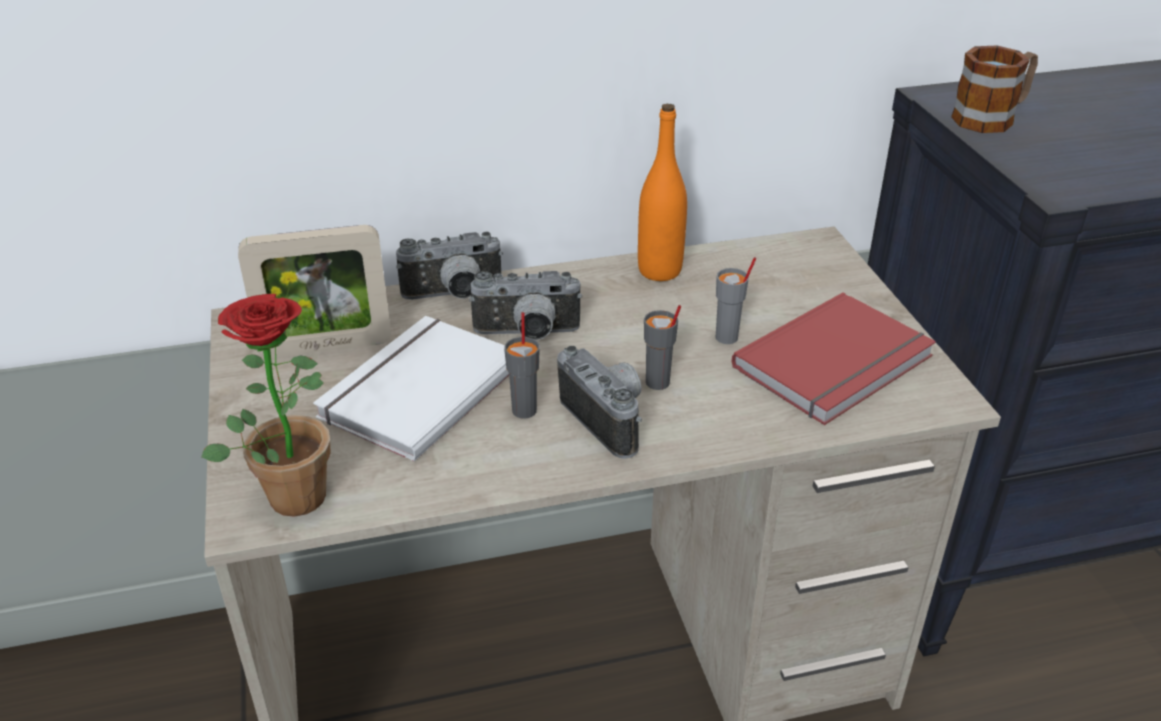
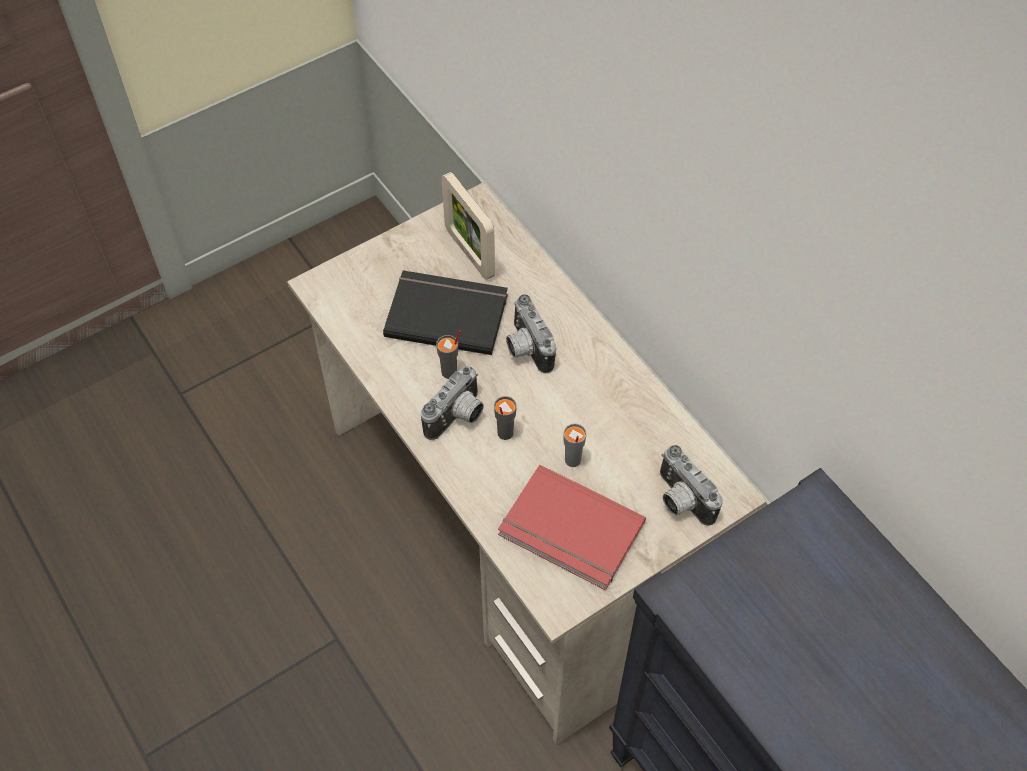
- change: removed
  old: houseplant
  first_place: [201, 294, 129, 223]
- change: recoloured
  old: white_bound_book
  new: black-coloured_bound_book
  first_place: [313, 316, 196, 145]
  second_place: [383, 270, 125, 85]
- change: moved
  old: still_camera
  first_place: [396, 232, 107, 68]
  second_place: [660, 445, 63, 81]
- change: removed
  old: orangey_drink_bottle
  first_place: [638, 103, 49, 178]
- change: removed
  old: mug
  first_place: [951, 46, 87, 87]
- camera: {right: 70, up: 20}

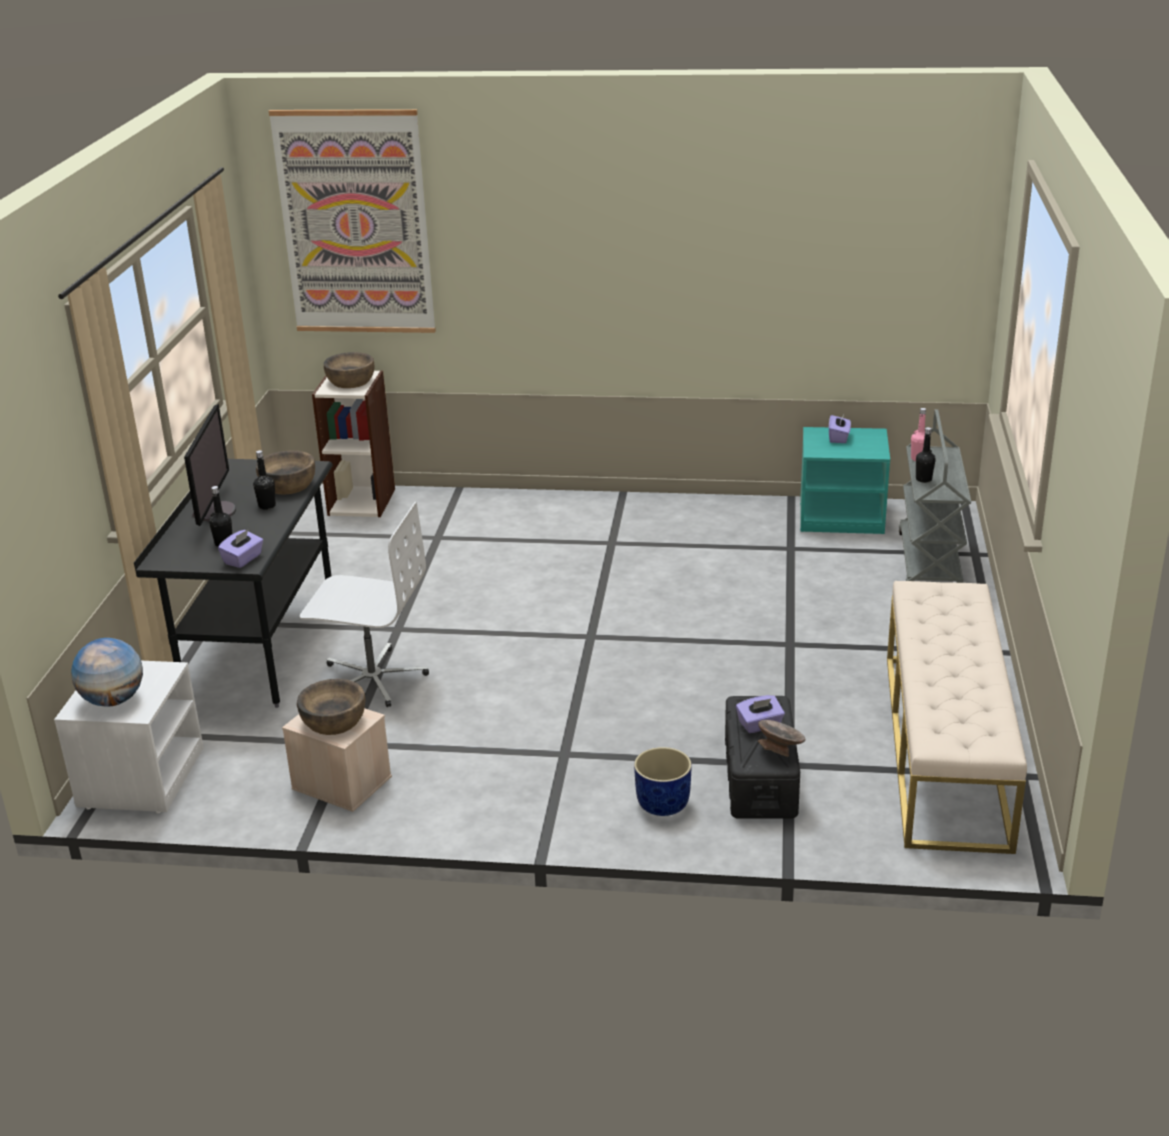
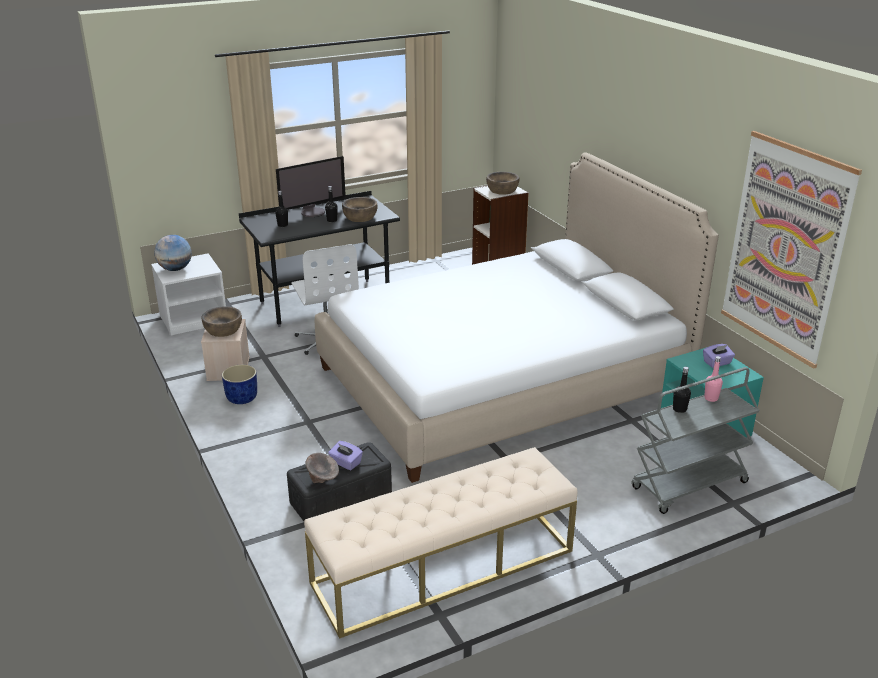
- change: removed
  old: purplish_box_of_tissues
  first_place: [218, 530, 45, 38]
- change: moved
  old: wall_art
  first_place: [269, 109, 167, 224]
  second_place: [721, 131, 141, 238]
- change: moved
  old: bluish_plant_pot
  first_place: [634, 747, 58, 69]
  second_place: [222, 365, 35, 39]
- change: added
  new: bedroom_bed
  second_place: [315, 152, 404, 331]
- camera: {right: 55, up: 0}

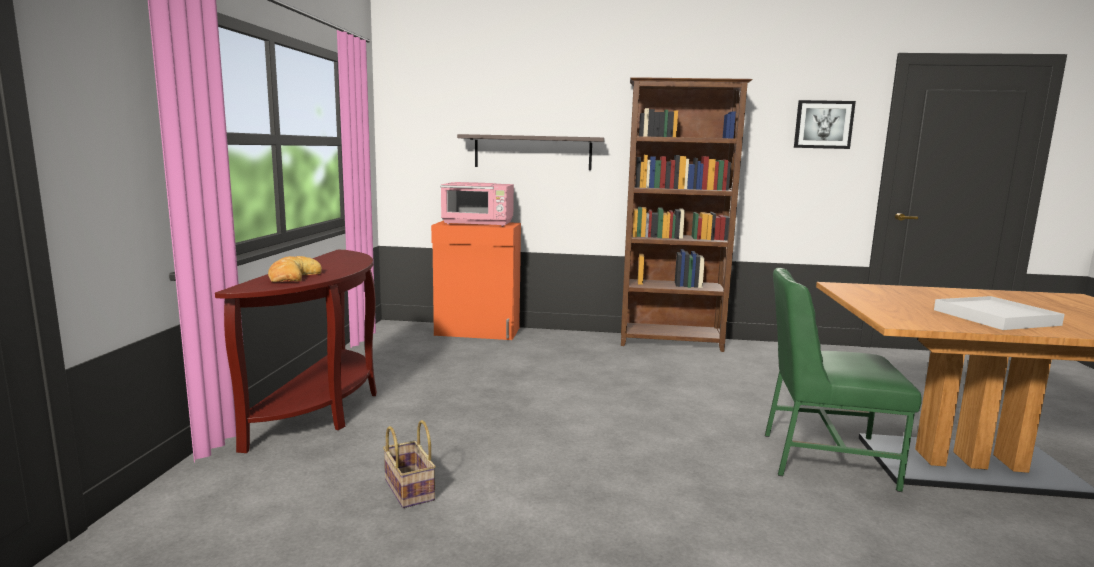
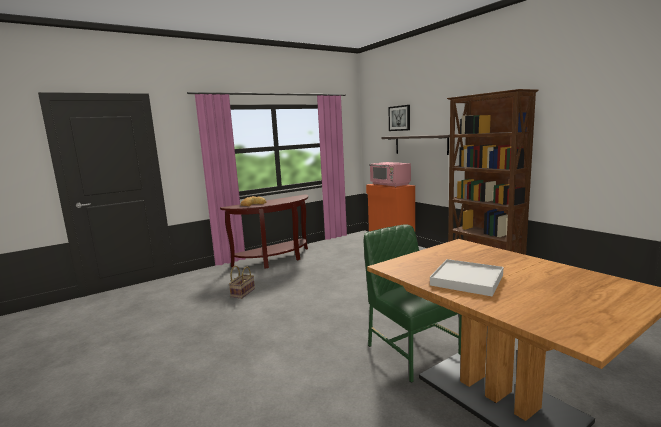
- change: moved
  old: wall_art
  first_place: [794, 100, 62, 49]
  second_place: [388, 105, 22, 26]
- camera: {right: 50, up: 0}

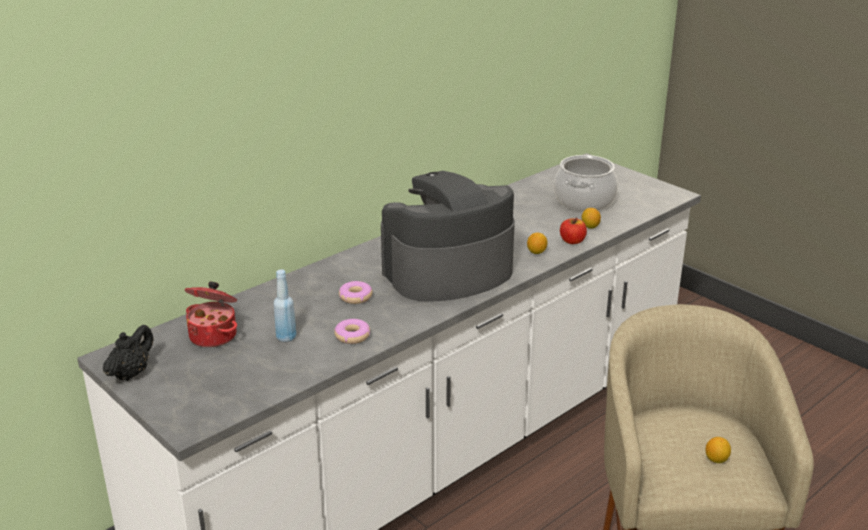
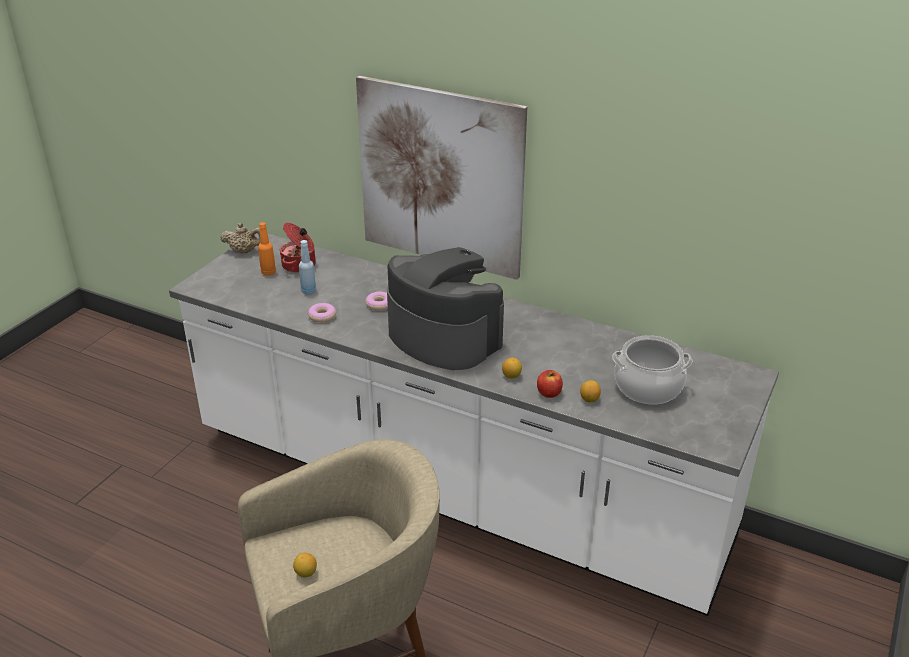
- change: recoloured
  old: black-coloured_teapot
  new: sand-coloured_teapot
  first_place: [103, 325, 50, 56]
  second_place: [220, 223, 41, 31]
- change: added
  new: orangey_drink_bottle
  second_place: [258, 222, 18, 54]
- change: added
  new: wall_art
  second_place: [356, 76, 171, 204]
- camera: {right: 70, up: 5}

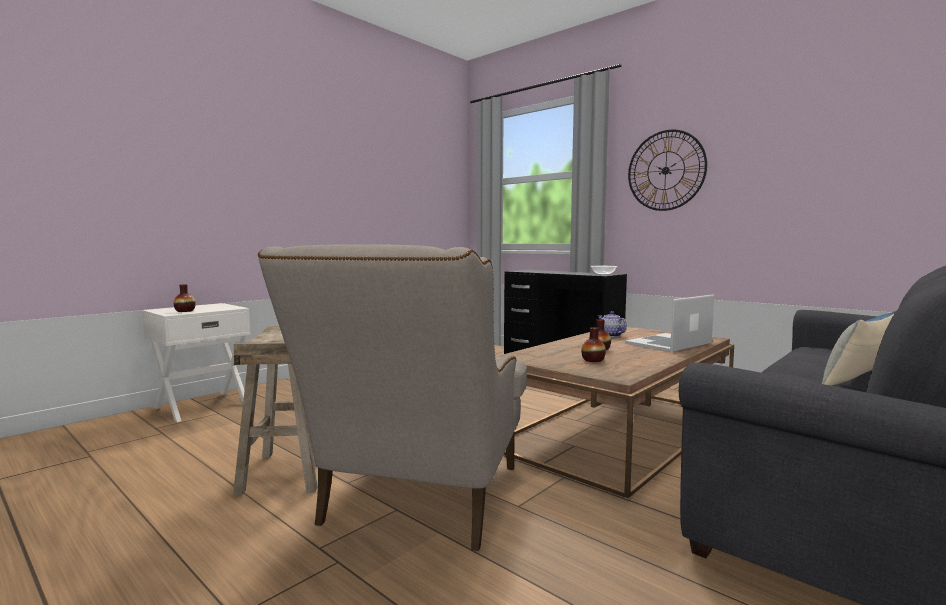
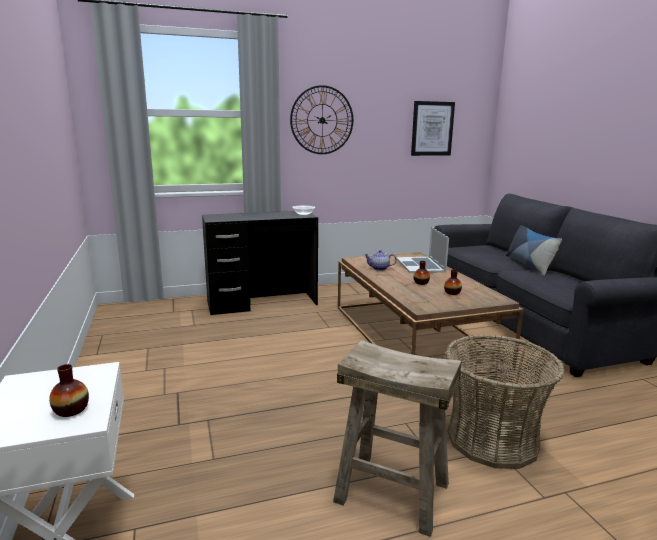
- change: replaced
  old: sand-coloured_armchair
  new: household_basket
  first_place: [258, 244, 269, 307]
  second_place: [445, 334, 120, 135]
- change: added
  new: wall_art
  second_place: [411, 101, 44, 55]
- camera: {right: -60, up: 10}

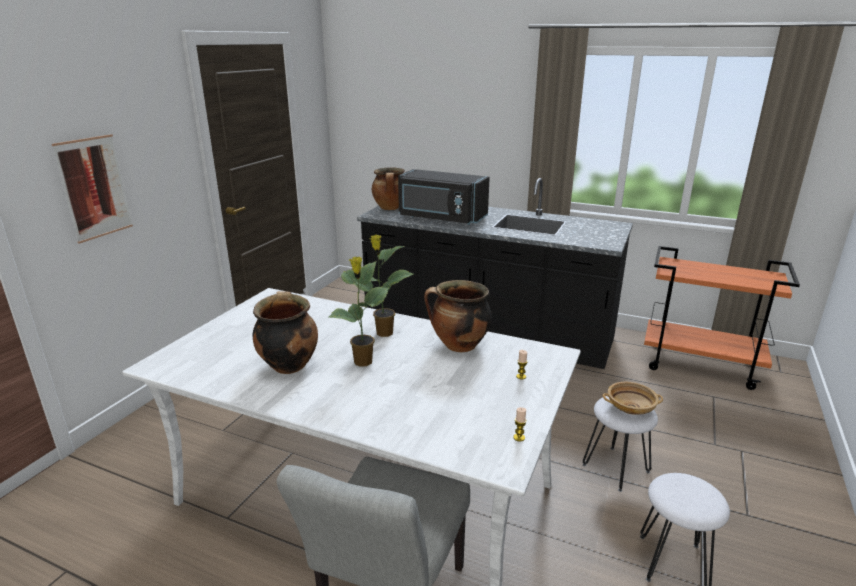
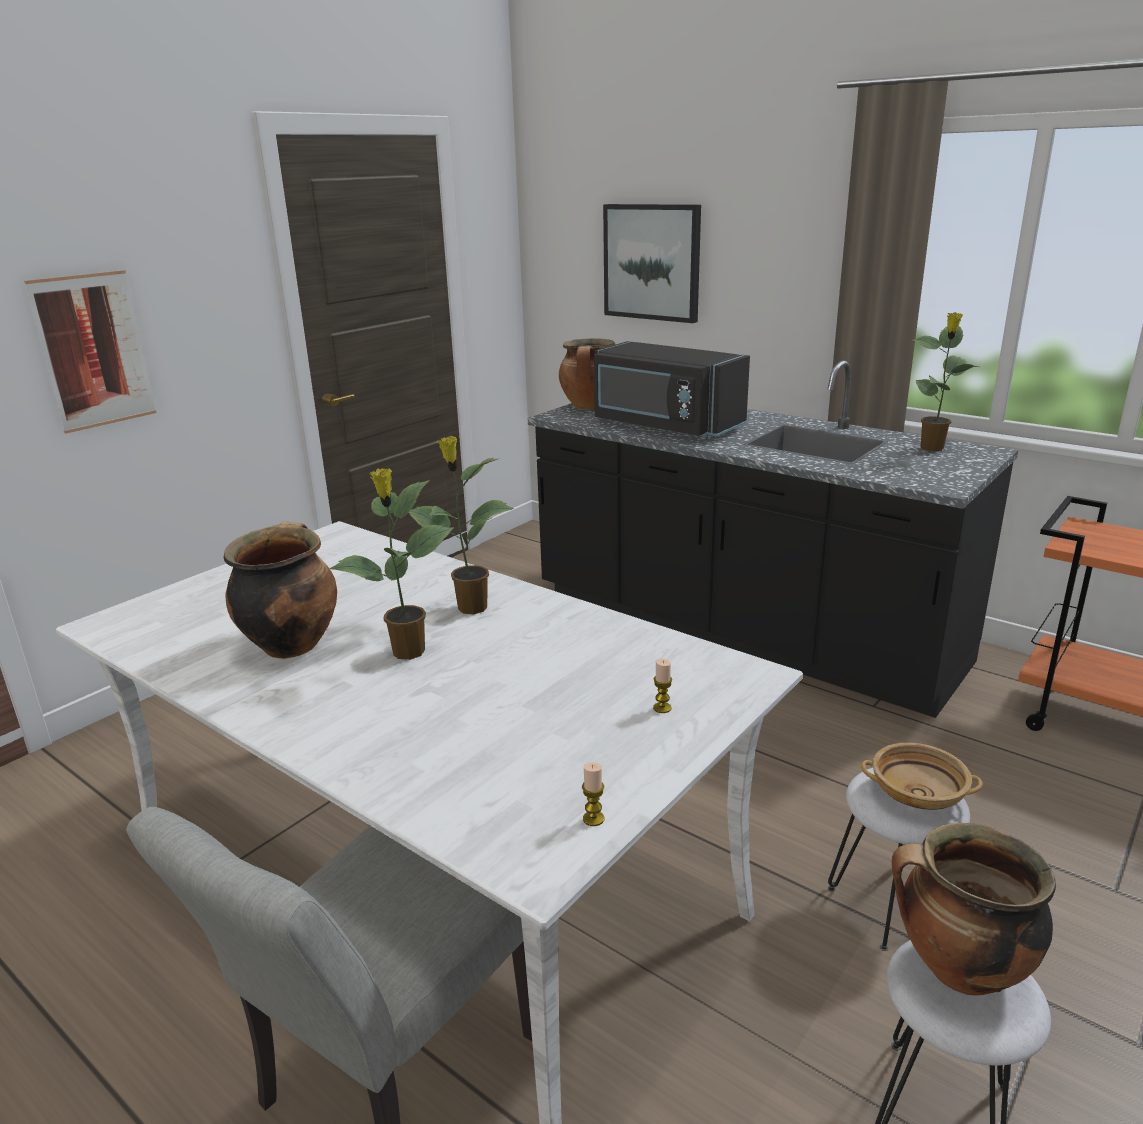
- change: moved
  old: stockpot
  first_place: [424, 280, 68, 72]
  second_place: [892, 823, 164, 173]
- change: added
  new: wall_art
  second_place: [603, 204, 98, 119]
- change: added
  new: houseplant
  second_place: [913, 312, 65, 139]
- camera: {right: 15, up: 0}

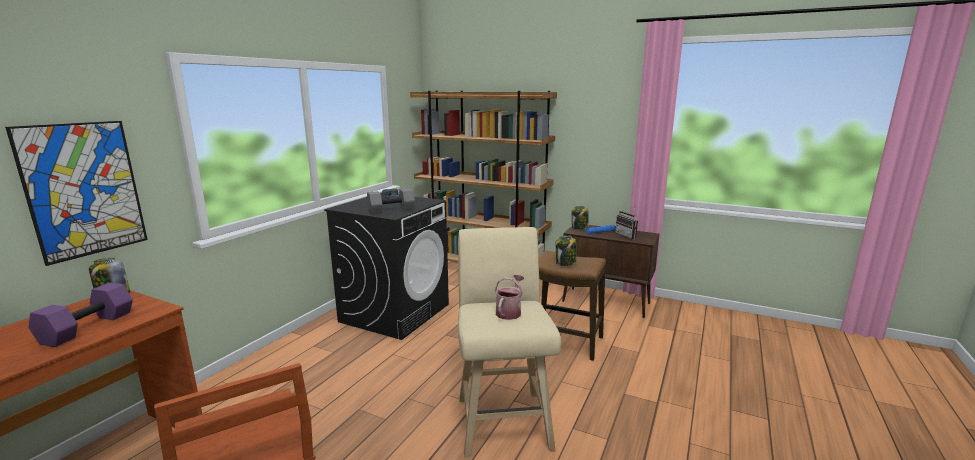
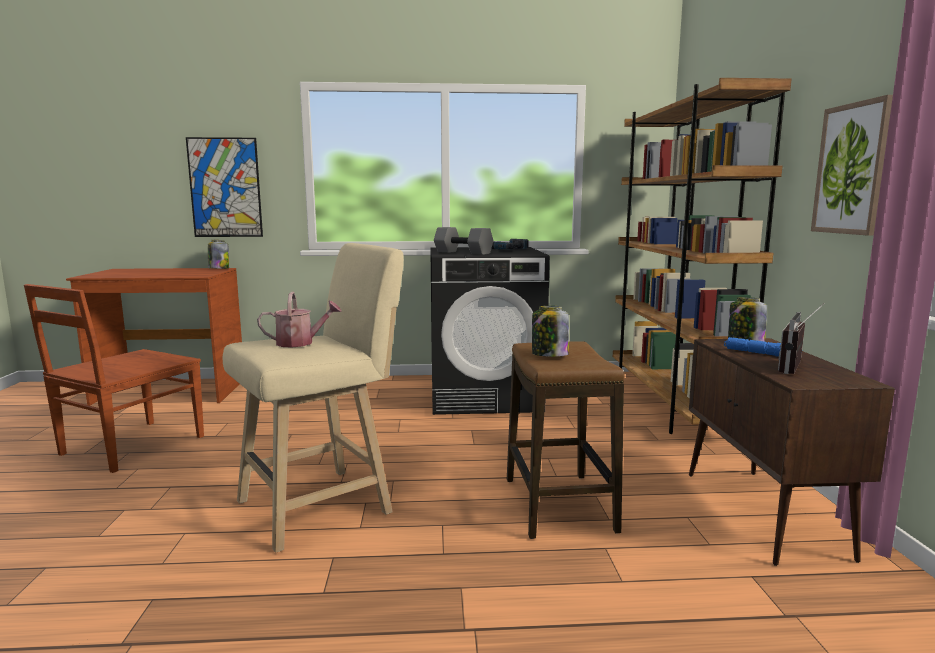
- change: removed
  old: purplish_hand_weight
  first_place: [29, 283, 104, 64]
- change: added
  new: wall_art
  second_place: [811, 95, 82, 141]
- camera: {right: 60, up: -5}

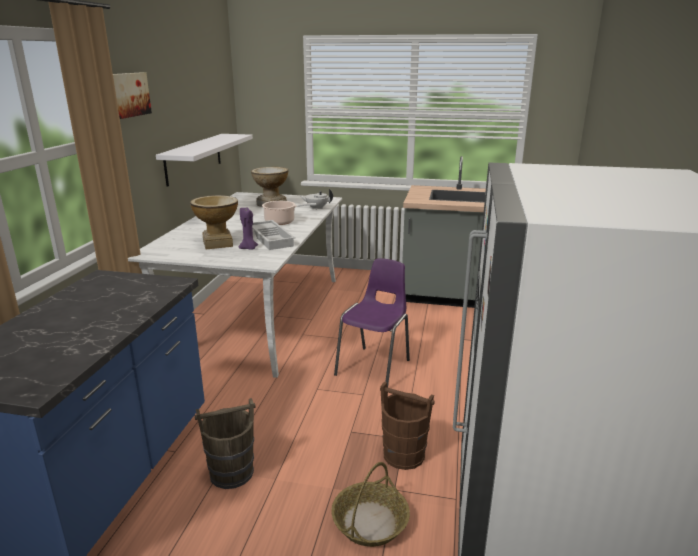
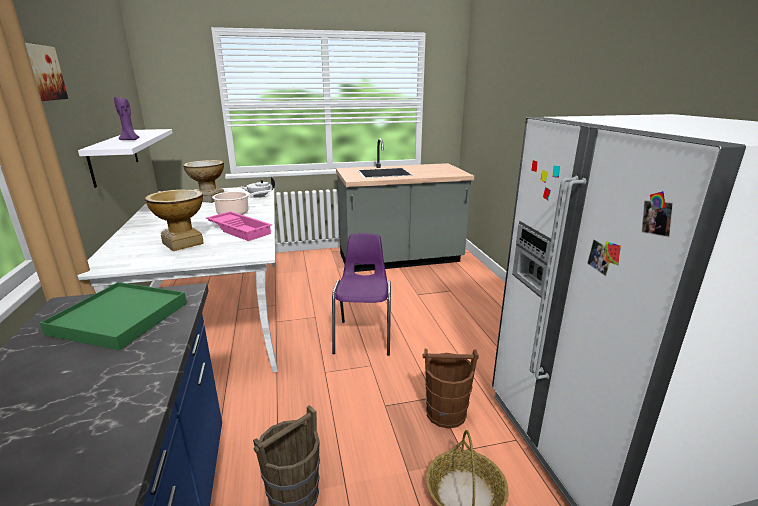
- change: moved
  old: purplish_candle
  first_place: [239, 208, 19, 42]
  second_place: [114, 97, 26, 43]
- change: recoloured
  old: white_carrying_tray
  new: pinkish_carrying_tray
  first_place: [252, 220, 43, 30]
  second_place: [206, 211, 66, 30]
- change: added
  new: greenish_carrying_tray
  second_place: [40, 282, 147, 68]
- camera: {right: -25, up: 0}

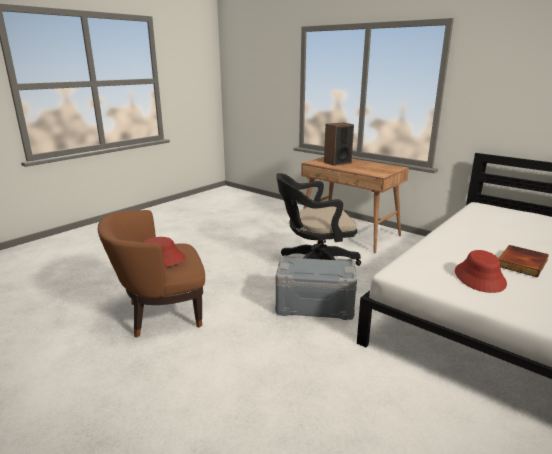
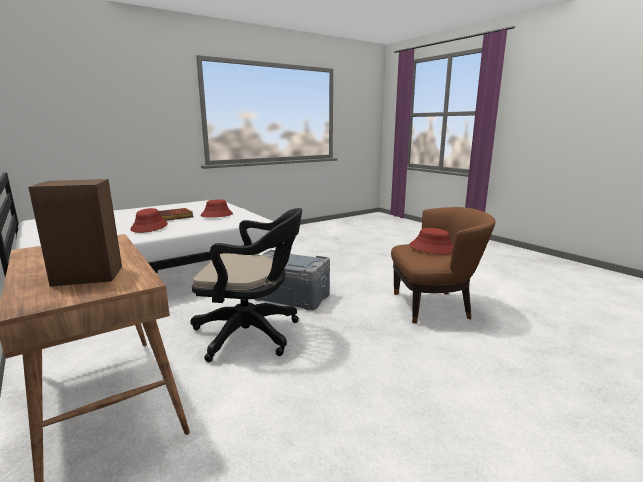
- change: added
  new: red_hat
  second_place: [130, 208, 38, 25]
- camera: {right: -165, up: -5}

